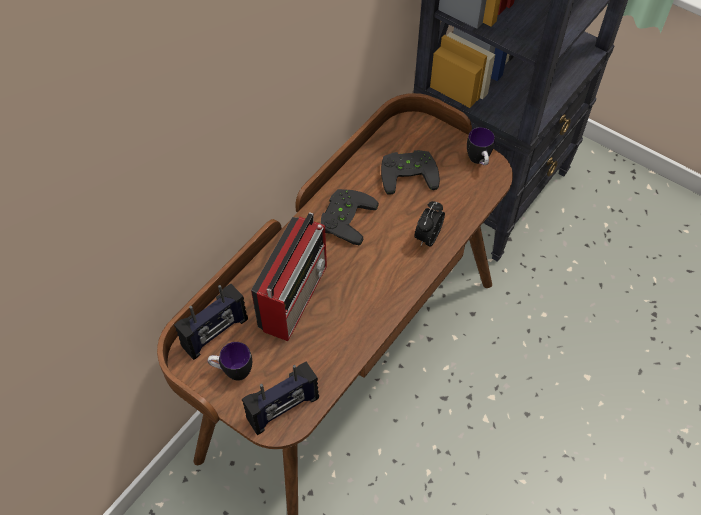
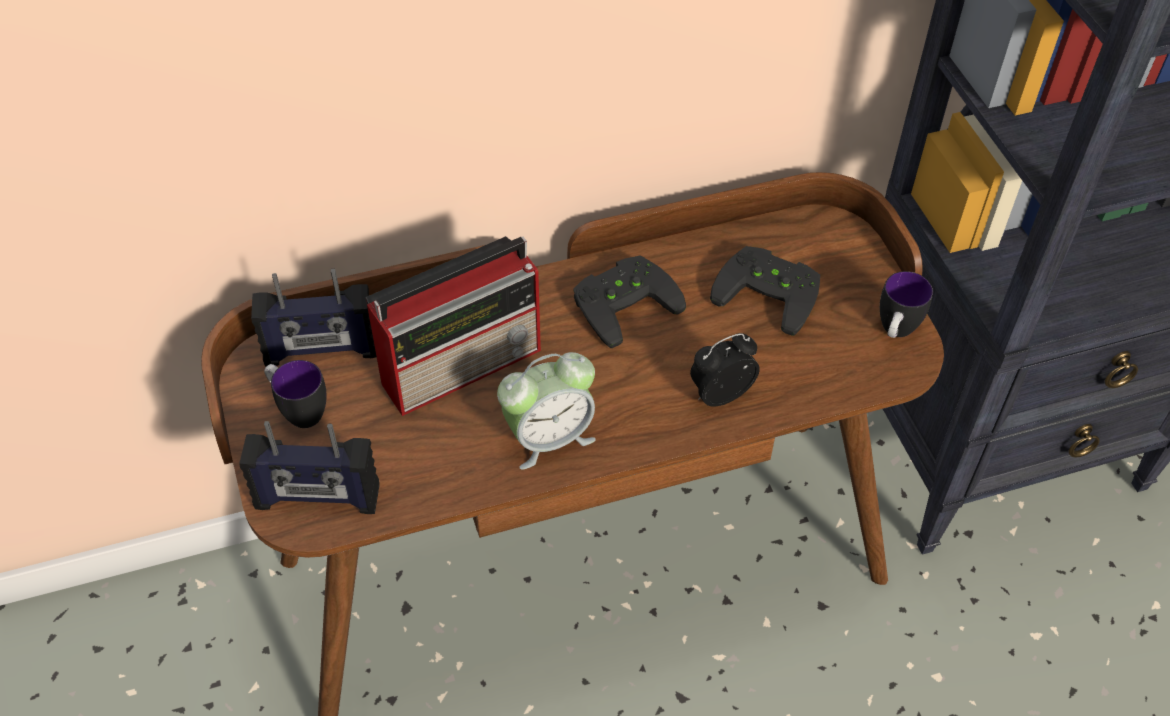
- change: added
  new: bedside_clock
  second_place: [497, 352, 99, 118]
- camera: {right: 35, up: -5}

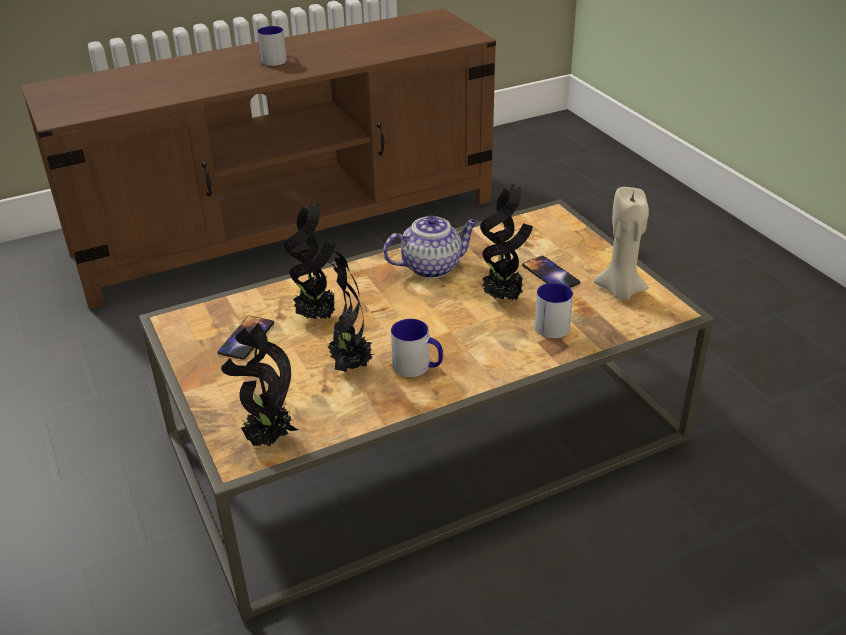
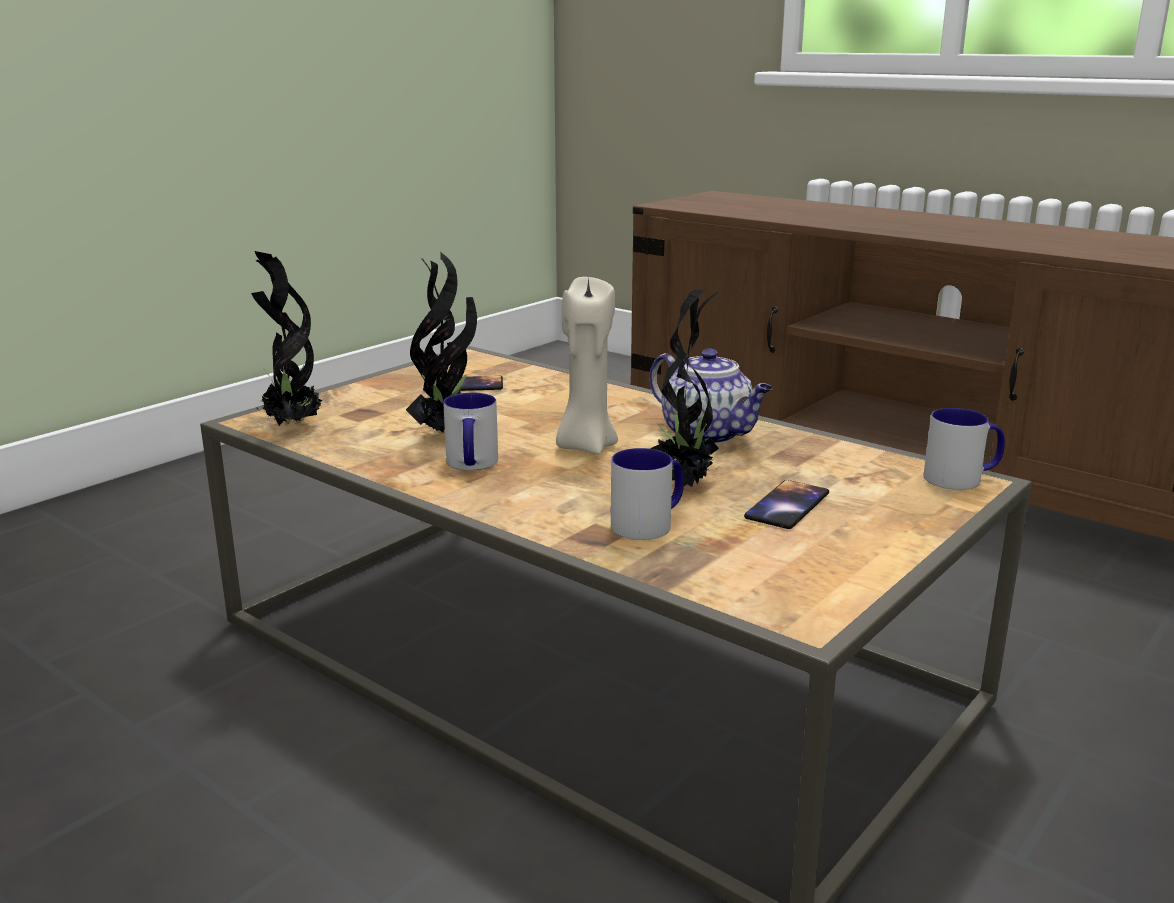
- change: moved
  old: mug
  first_place: [257, 26, 30, 40]
  second_place: [924, 408, 81, 82]
- change: removed
  old: houseplant
  first_place: [284, 201, 51, 118]
- change: moved
  old: sand-coloured_candle
  first_place: [594, 187, 55, 113]
  second_place: [556, 276, 62, 179]
- camera: {right: 65, up: -15}

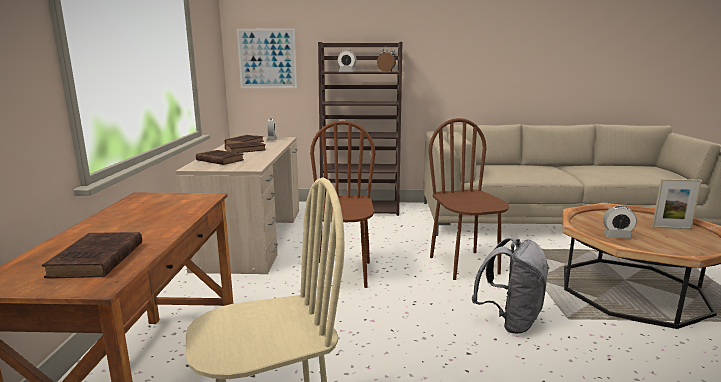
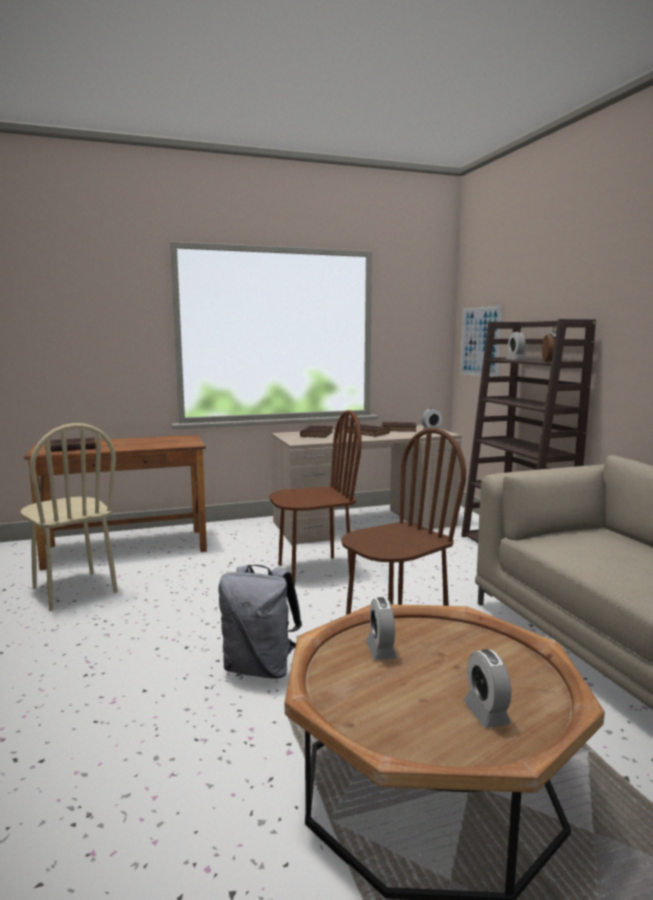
- change: replaced
  old: picture_frame
  new: bedside_clock
  first_place: [652, 179, 50, 50]
  second_place: [463, 649, 48, 79]
- camera: {right: 70, up: -5}

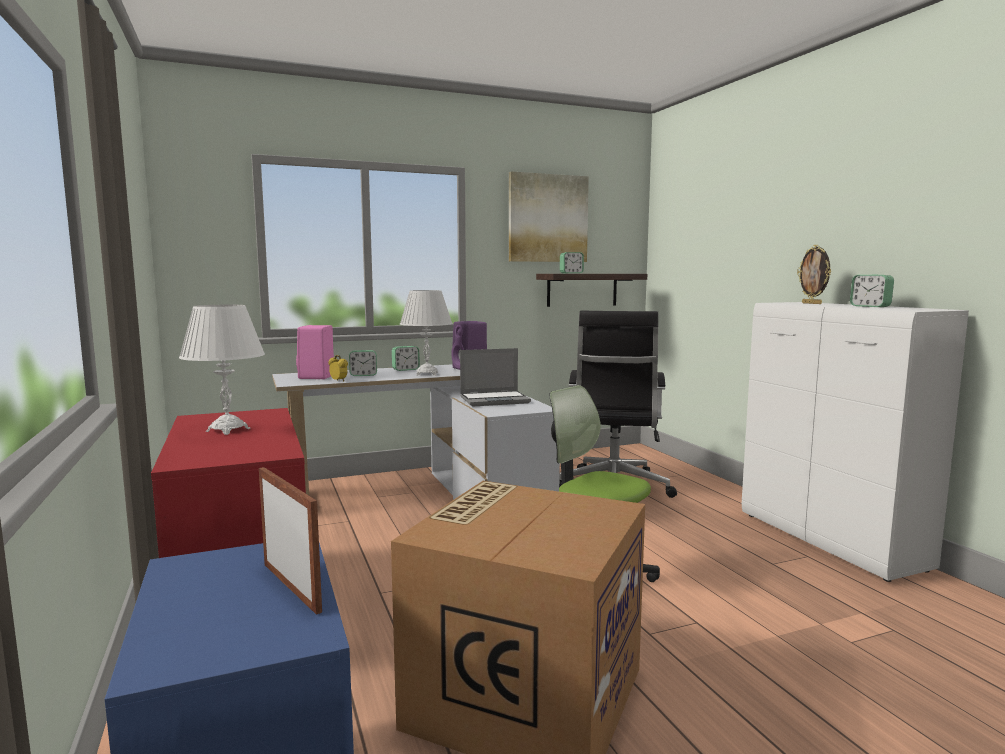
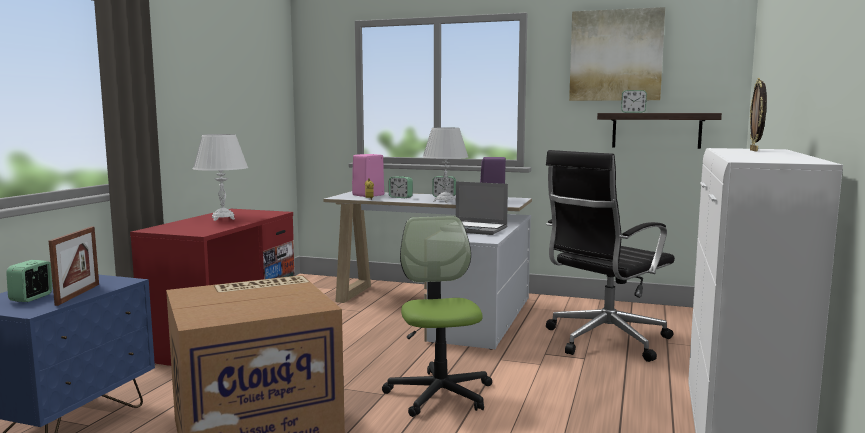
- change: moved
  old: bedside_clock
  first_place: [850, 274, 44, 33]
  second_place: [6, 260, 47, 42]
- camera: {right: 40, up: 0}

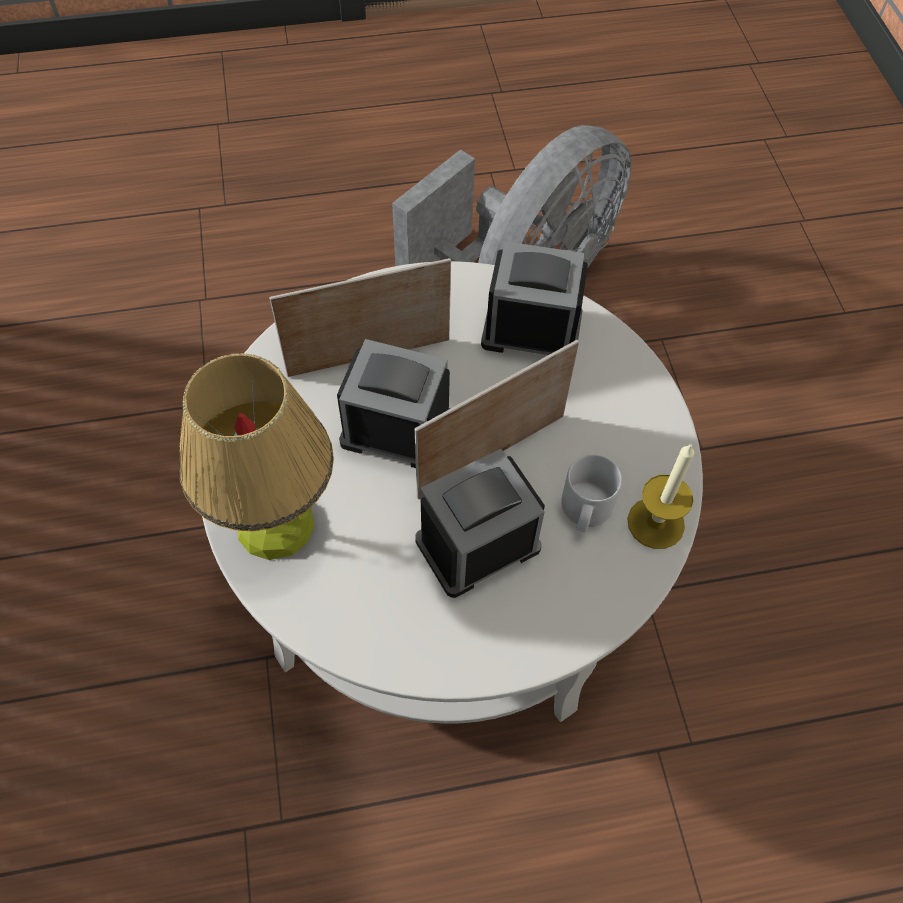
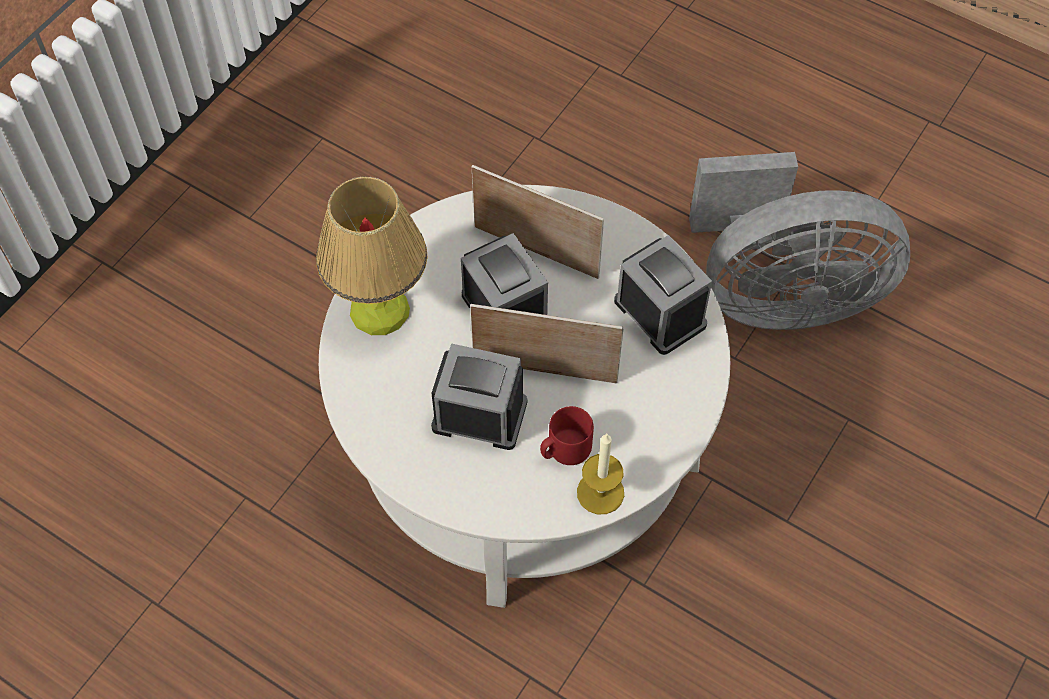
- change: recoloured
  old: greyish_mug
  new: red_mug
  first_place: [561, 454, 61, 78]
  second_place: [540, 406, 54, 59]
- camera: {right: 45, up: 0}

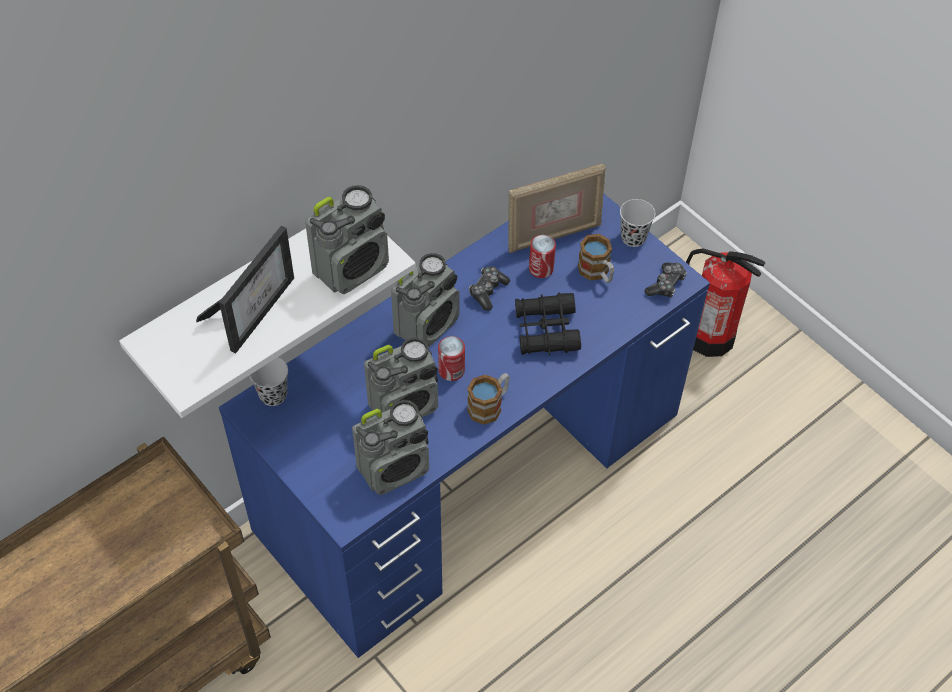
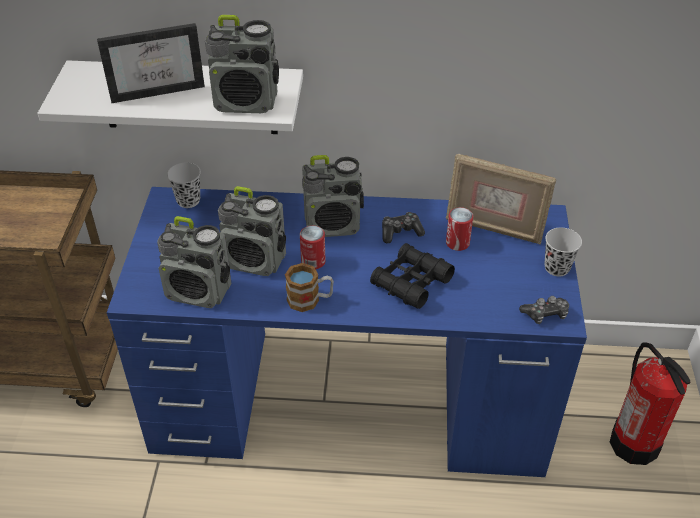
- change: removed
  old: mug
  first_place: [578, 234, 36, 49]
- camera: {right: 45, up: -10}

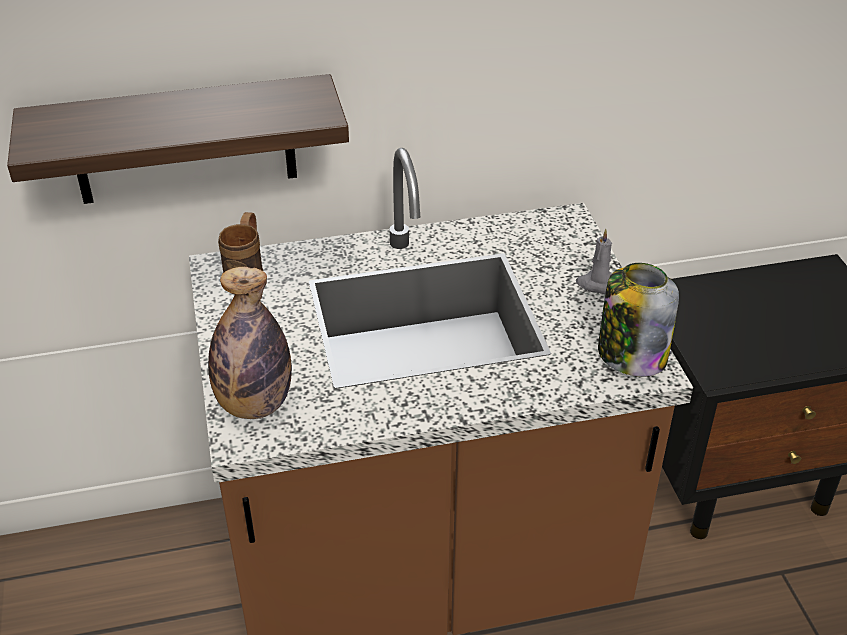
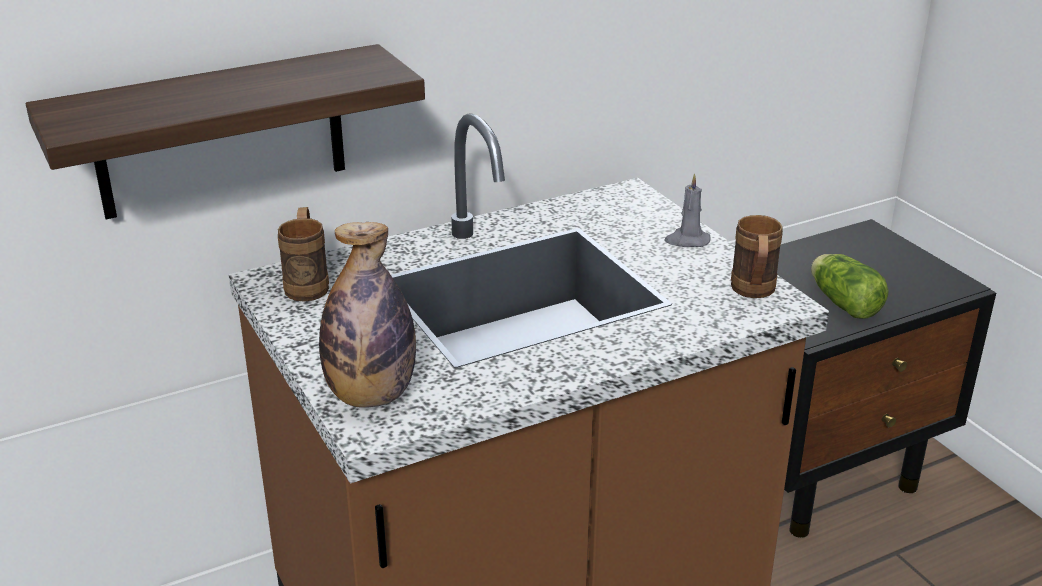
- change: replaced
  old: storage_jar
  new: brownish_mug
  first_place: [598, 263, 81, 114]
  second_place: [731, 215, 52, 83]
- change: added
  new: head_of_lettuce
  second_place: [811, 254, 78, 64]
- camera: {right: -15, up: -10}

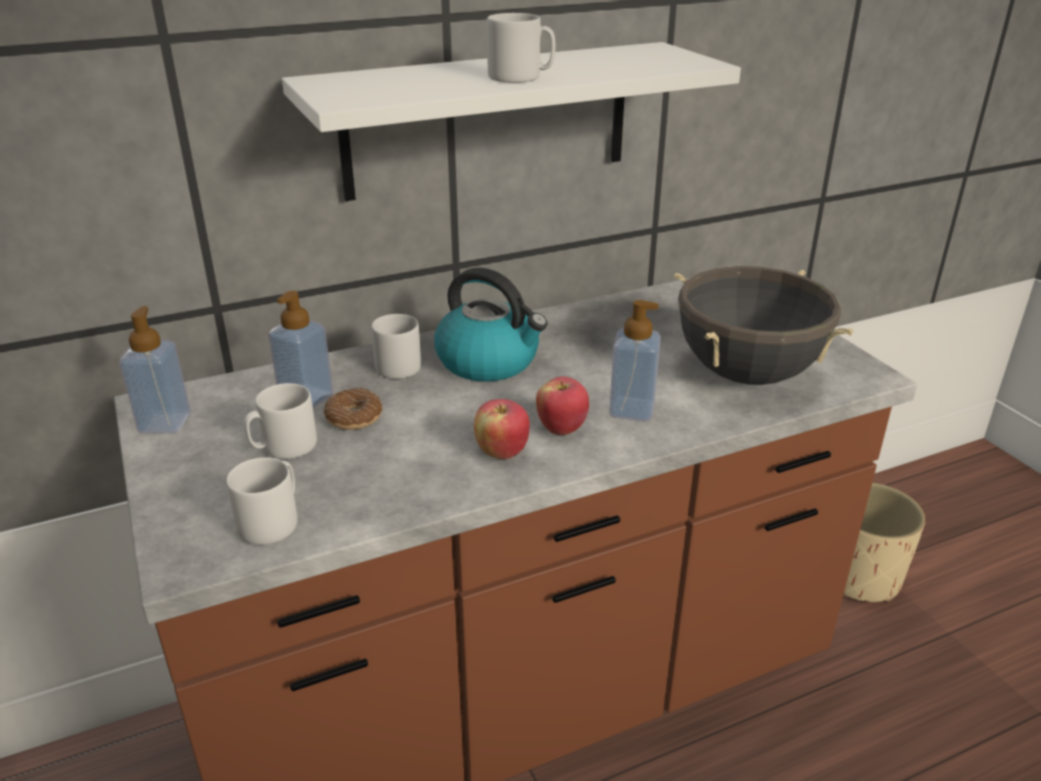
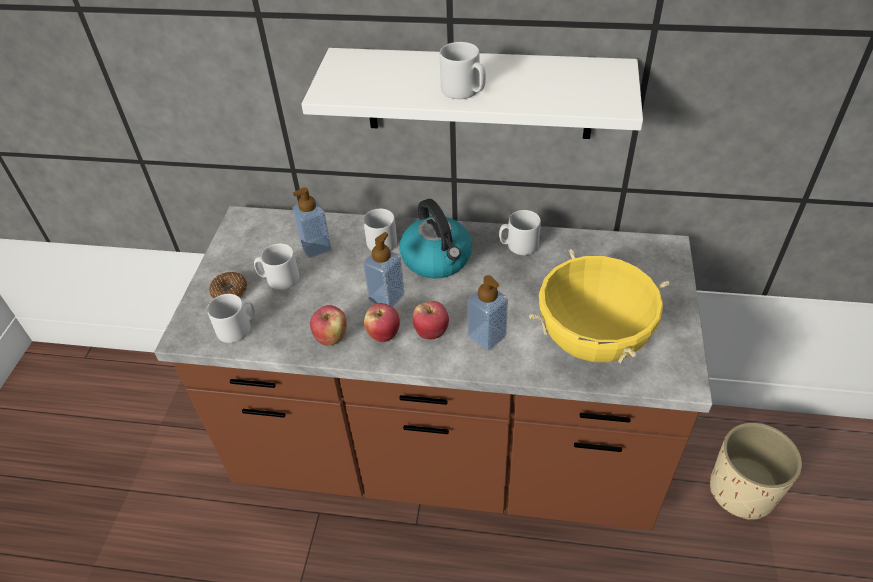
- change: moved
  old: liquid_soap_bottle
  first_place: [119, 306, 72, 127]
  second_place: [363, 232, 42, 75]
- change: moved
  old: ring_doughnut
  first_place: [324, 388, 58, 42]
  second_place: [209, 272, 38, 26]
- change: recoloured
  old: black-coloured_stockpot
  new: yellow-coloured_stockpot
  first_place: [674, 266, 180, 119]
  second_place: [529, 249, 141, 114]
- change: added
  new: apple
  second_place: [310, 305, 37, 41]
- change: added
  new: greyish_mug
  second_place: [499, 210, 42, 45]
- camera: {right: 35, up: 15}

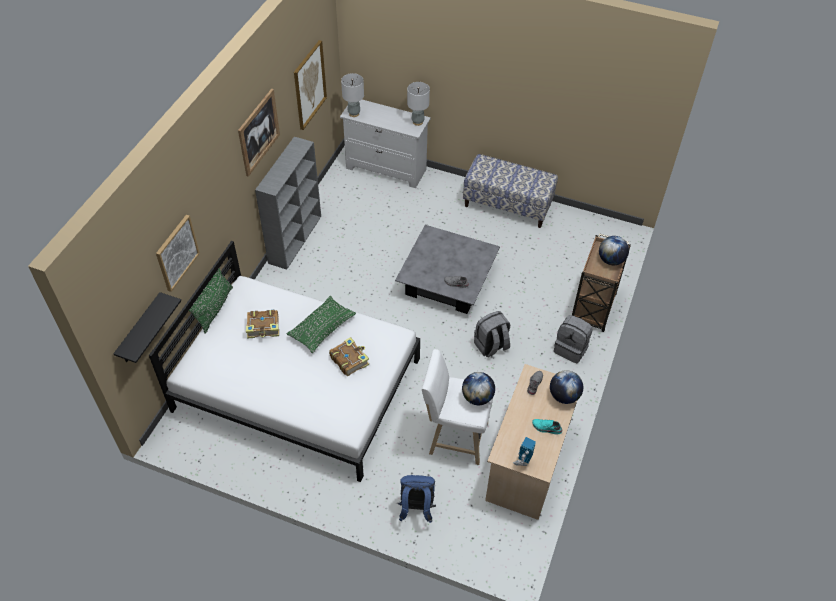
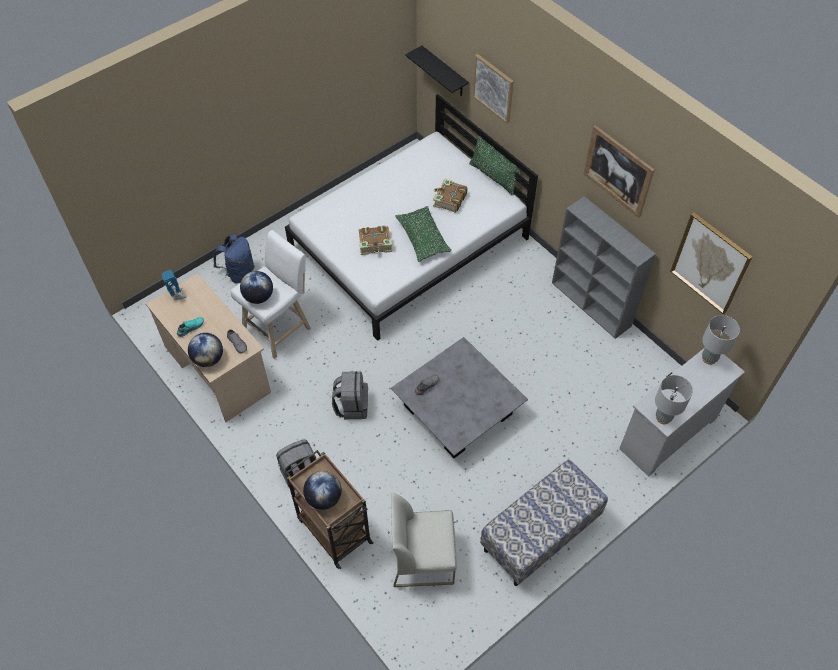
- change: added
  new: white_chair
  second_place: [391, 493, 66, 94]
- camera: {right: 120, up: 5}

